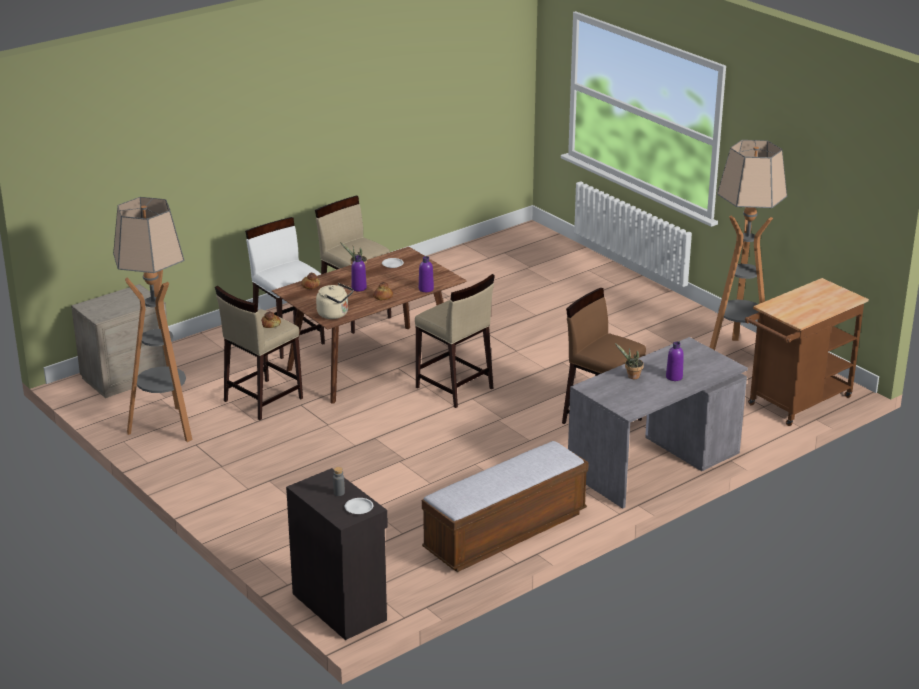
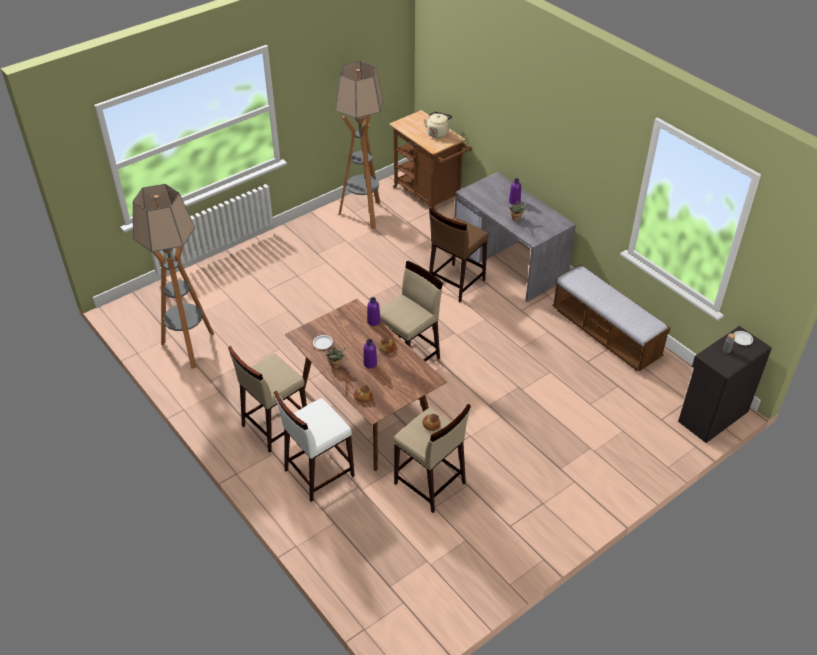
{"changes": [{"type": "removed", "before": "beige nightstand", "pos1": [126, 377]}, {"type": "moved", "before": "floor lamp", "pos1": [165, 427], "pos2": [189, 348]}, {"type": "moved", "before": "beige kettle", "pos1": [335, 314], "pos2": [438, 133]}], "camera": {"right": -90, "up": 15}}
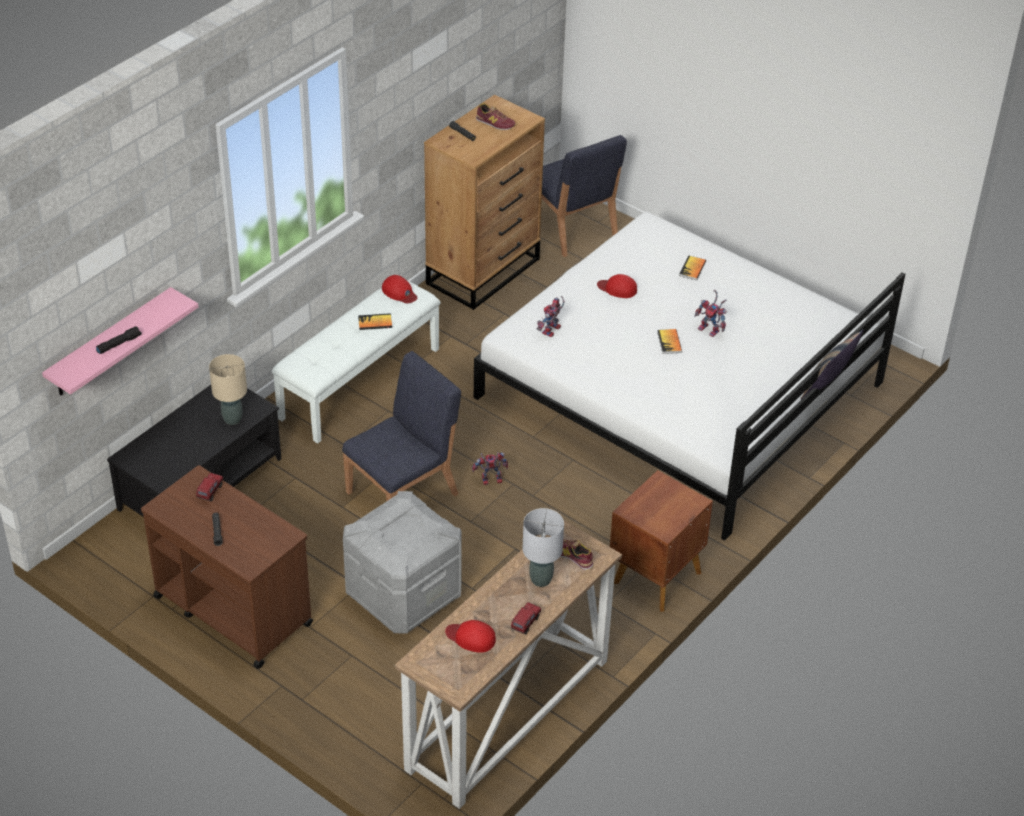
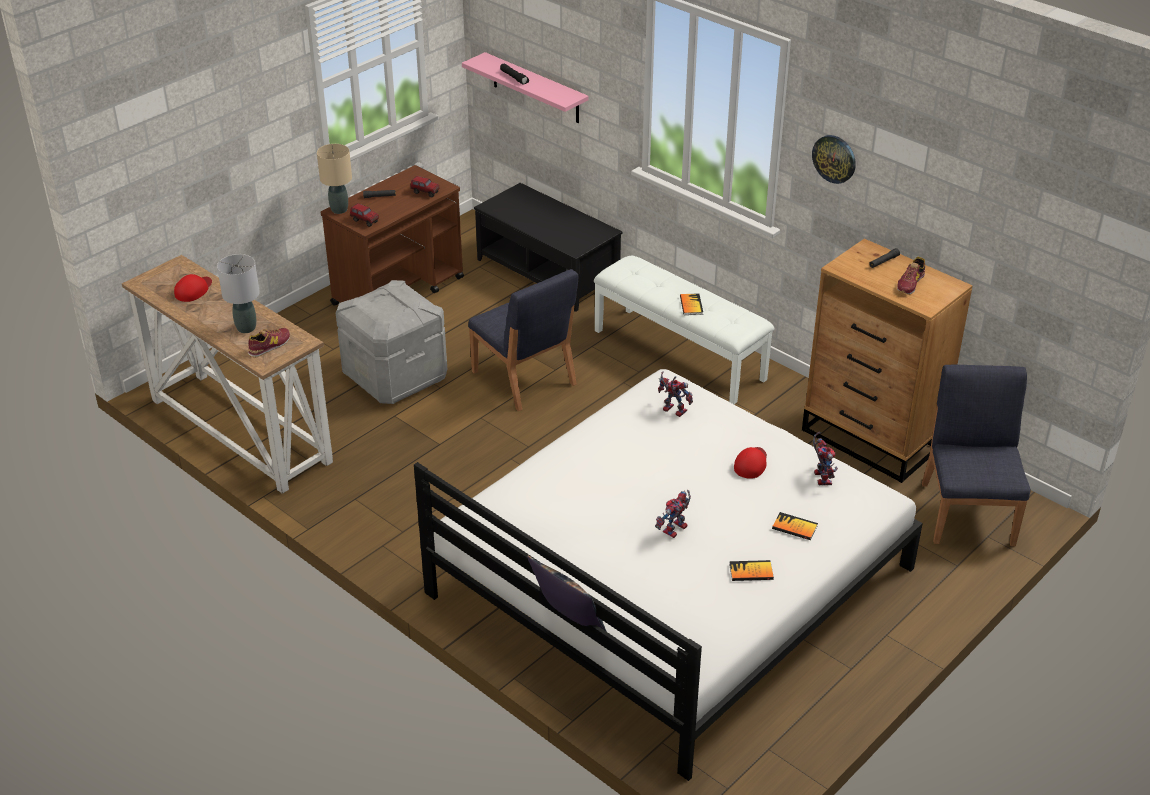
{"changes": [{"type": "removed", "before": "red cap", "pos1": [399, 292]}, {"type": "removed", "before": "brown nightstand", "pos1": [655, 577]}, {"type": "added", "after": "wall clock", "pos2": [834, 158]}, {"type": "moved", "before": "beige table lamp", "pos1": [232, 419], "pos2": [339, 209]}, {"type": "moved", "before": "toy robot", "pos1": [490, 481], "pos2": [820, 476]}, {"type": "moved", "before": "toy truck", "pos1": [525, 624], "pos2": [365, 221]}, {"type": "moved", "before": "book", "pos1": [669, 342], "pos2": [751, 572]}, {"type": "turned", "before": "blue chair", "pos1": [571, 228], "pos2": [968, 512], "turn": 120}], "camera": {"right": 95, "up": -5}}
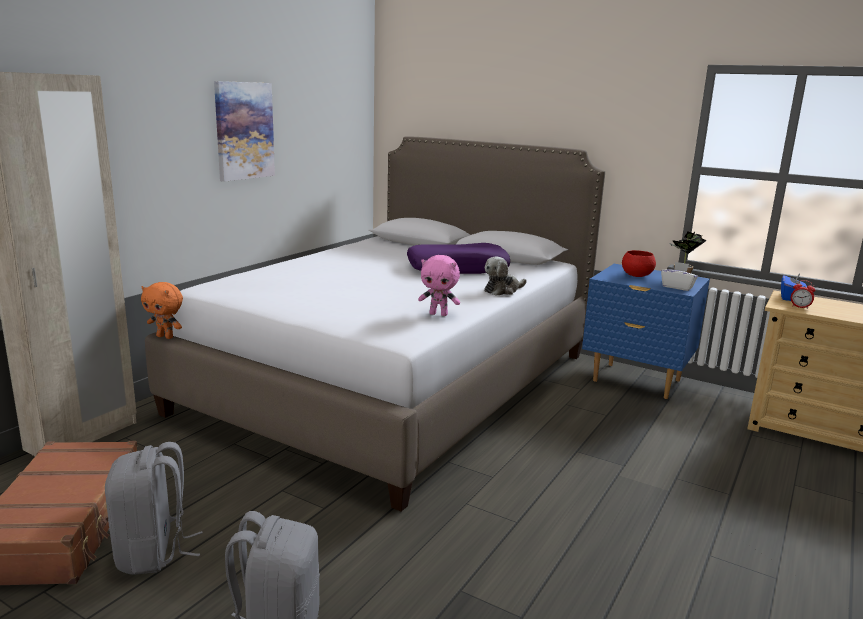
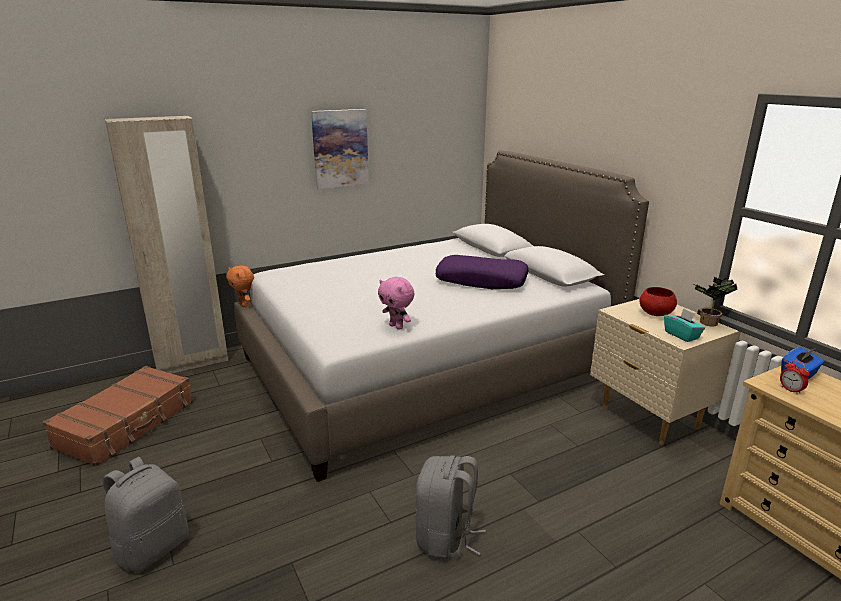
{"changes": [{"type": "removed", "before": "plush toy", "pos1": [502, 290]}, {"type": "moved", "before": "grey backpack", "pos1": [153, 552], "pos2": [446, 537]}, {"type": "recoloured", "before": "blue nightstand", "after": "beige nightstand", "pos1": [636, 381], "pos2": [648, 417]}, {"type": "recoloured", "before": "white tissue box", "after": "turquoise tissue box", "pos1": [677, 287], "pos2": [682, 335]}], "camera": {"right": 30, "up": 5}}
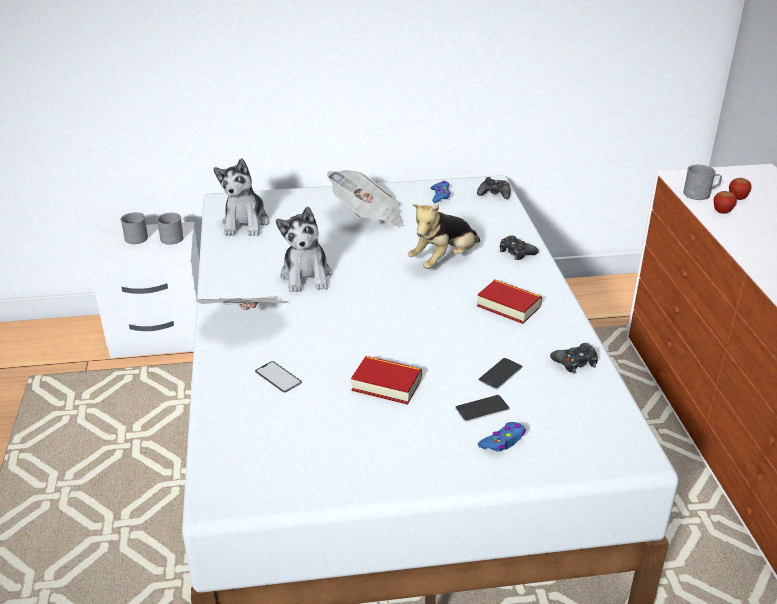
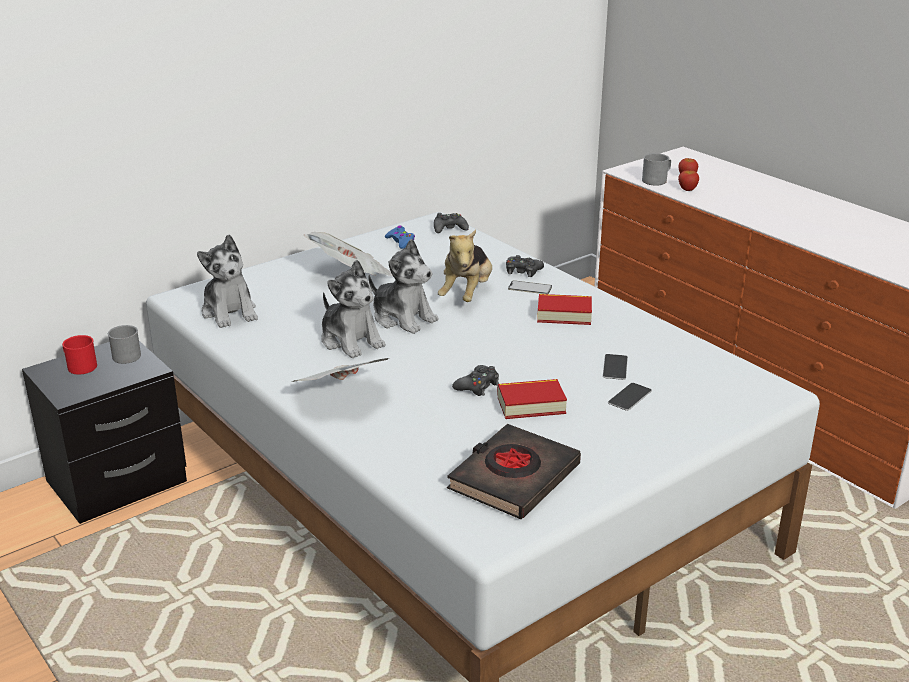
{"changes": [{"type": "removed", "before": "blue game controller", "pos1": [503, 441]}, {"type": "added", "after": "plush toy", "pos2": [403, 318]}, {"type": "added", "after": "black book", "pos2": [513, 478]}, {"type": "moved", "before": "phone", "pos1": [278, 377], "pos2": [530, 288]}, {"type": "moved", "before": "black game controller", "pos1": [575, 362], "pos2": [477, 386]}, {"type": "recoloured", "before": "white nightstand", "after": "black nightstand", "pos1": [159, 335], "pos2": [118, 483]}, {"type": "recoloured", "before": "grey mug", "after": "red mug", "pos1": [135, 236], "pos2": [79, 366]}], "camera": {"right": -30, "up": -5}}
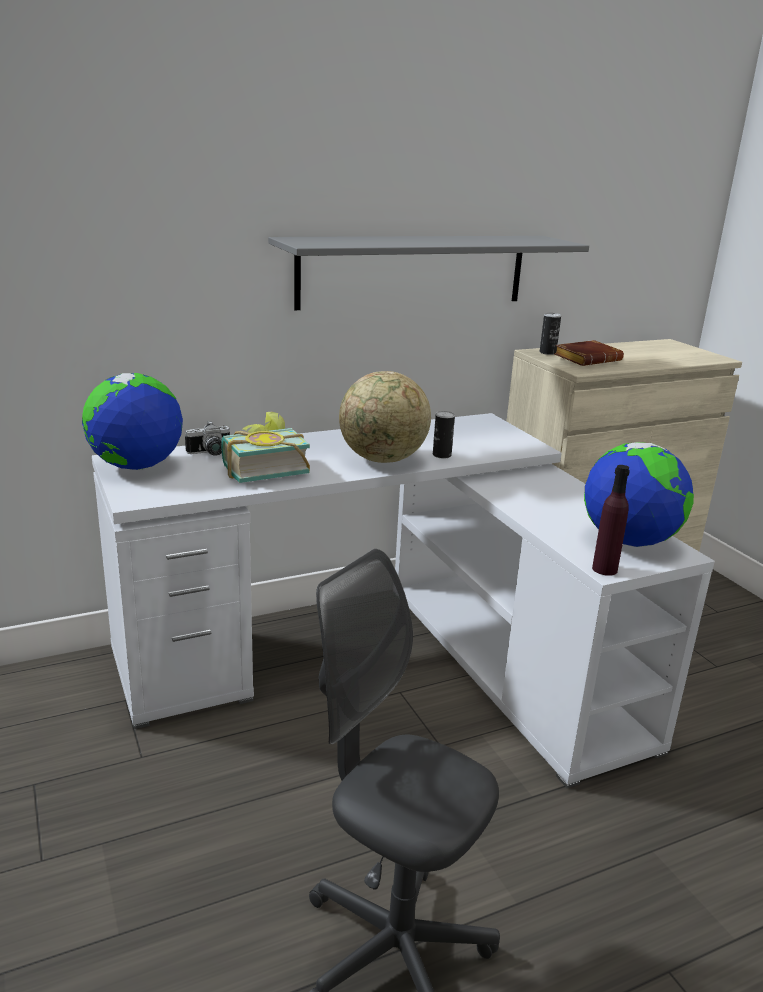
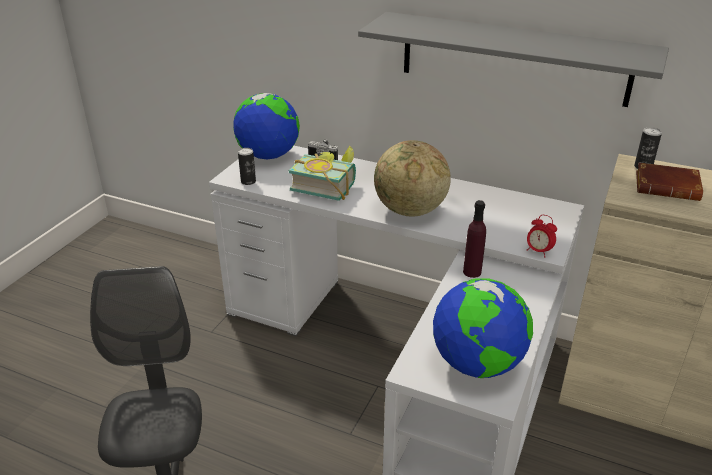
{"changes": [{"type": "added", "after": "alarm clock", "pos2": [538, 251]}, {"type": "moved", "before": "can", "pos1": [442, 455], "pos2": [248, 181]}, {"type": "moved", "before": "purple bottle", "pos1": [604, 569], "pos2": [472, 272]}], "camera": {"right": 50, "up": 10}}
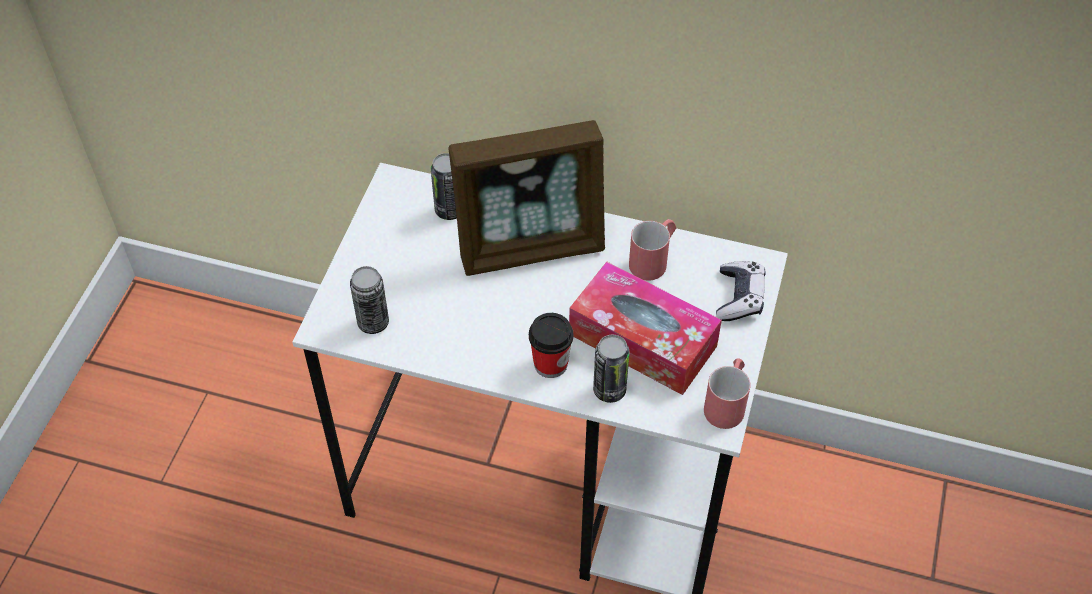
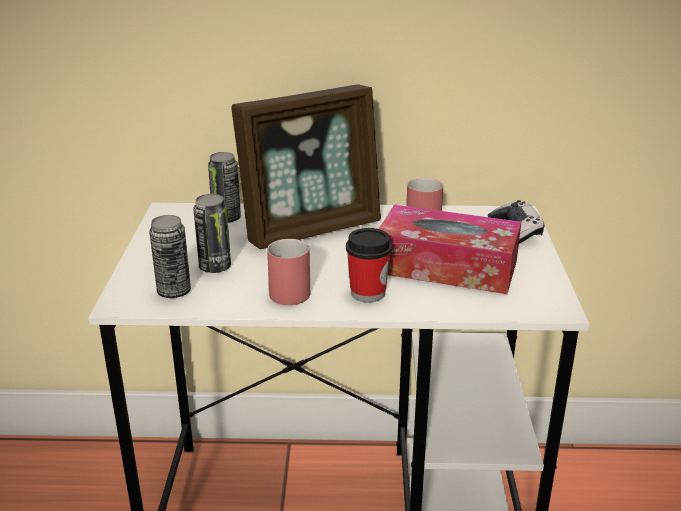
{"changes": [{"type": "moved", "before": "can", "pos1": [609, 390], "pos2": [215, 267]}, {"type": "moved", "before": "red mug", "pos1": [727, 402], "pos2": [291, 289]}], "camera": {"right": -15, "up": -25}}
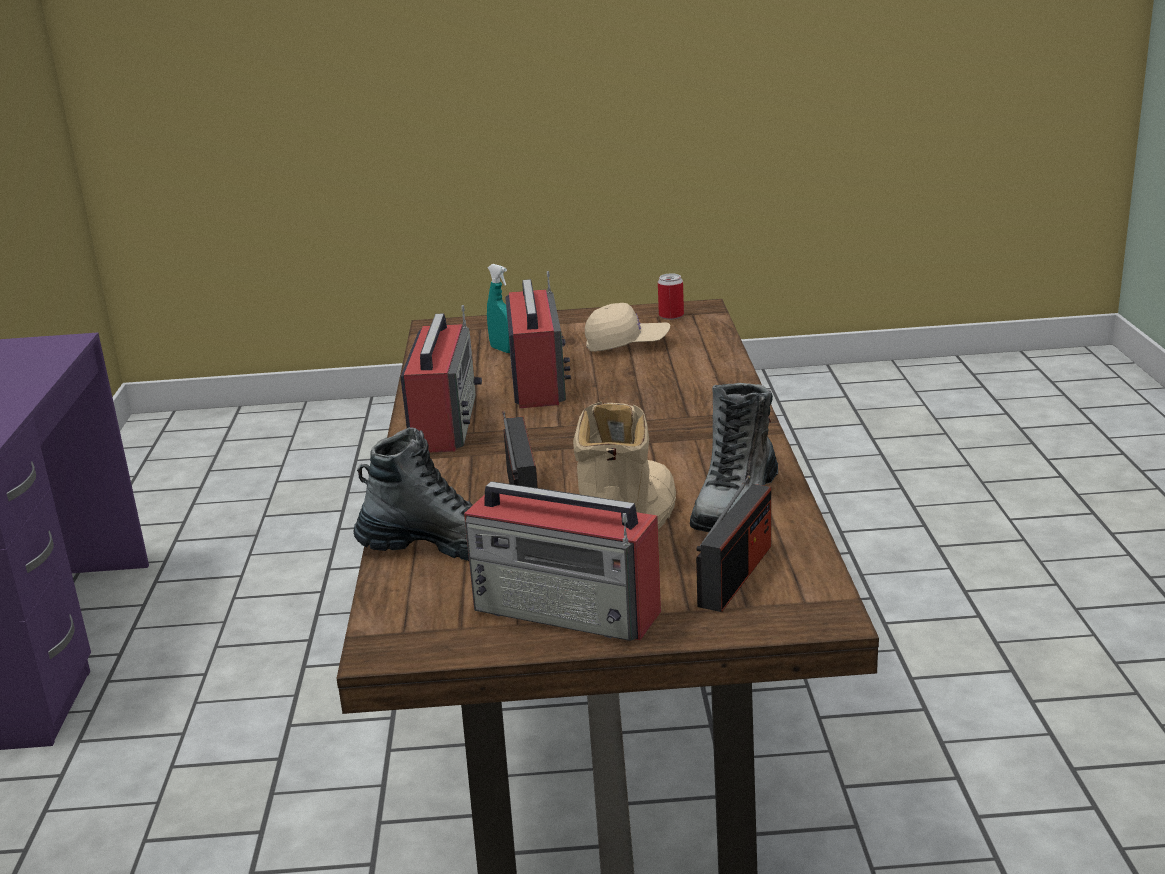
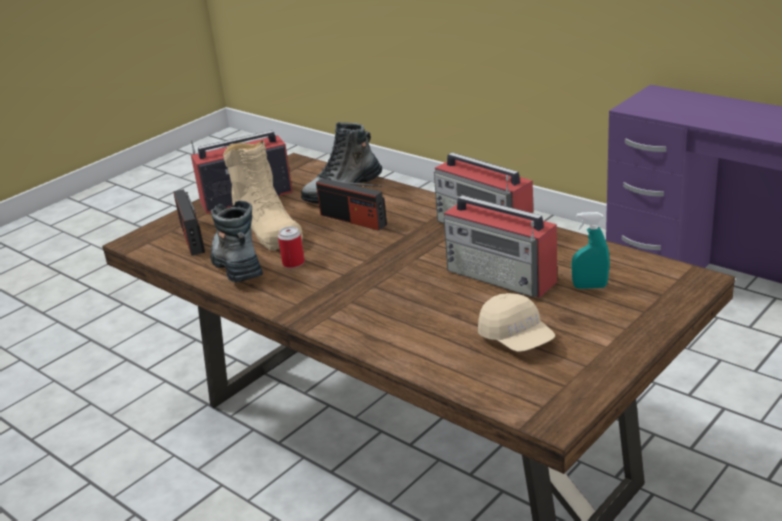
{"changes": [{"type": "moved", "before": "can", "pos1": [671, 316], "pos2": [293, 263]}, {"type": "turned", "before": "beige cap", "pos1": [627, 344], "pos2": [516, 339], "turn": -75}], "camera": {"right": 135, "up": 5}}
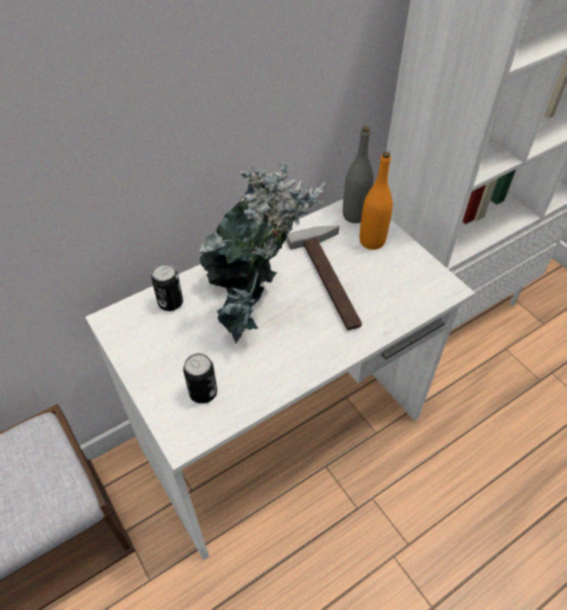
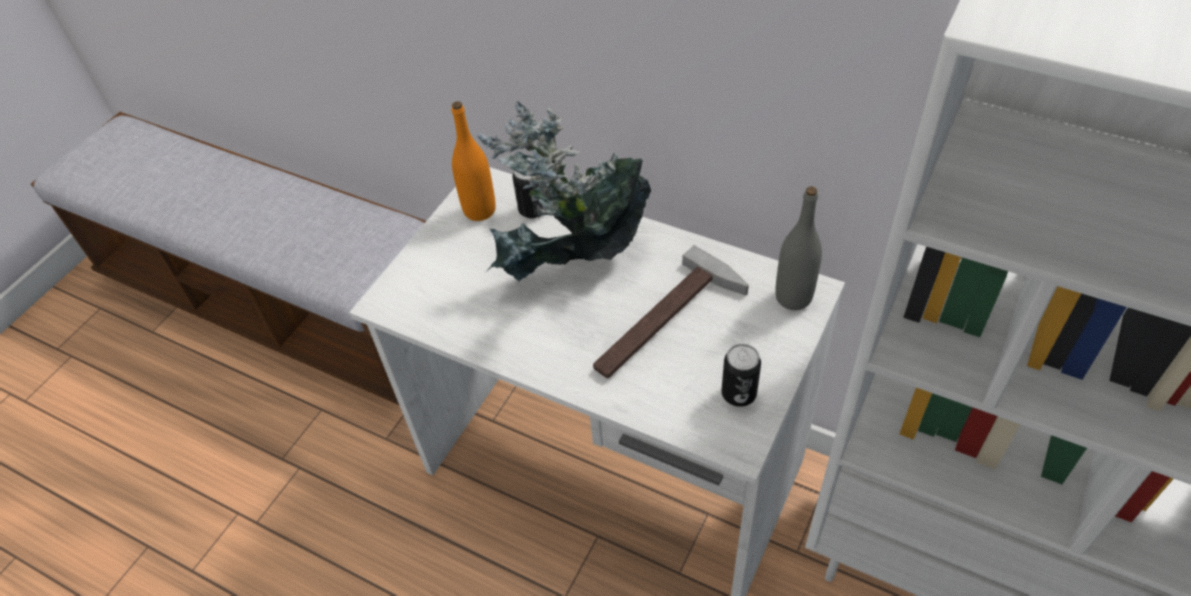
{"changes": [{"type": "moved", "before": "can", "pos1": [203, 392], "pos2": [739, 394]}, {"type": "moved", "before": "orange bottle", "pos1": [372, 241], "pos2": [479, 210]}], "camera": {"right": 65, "up": 0}}
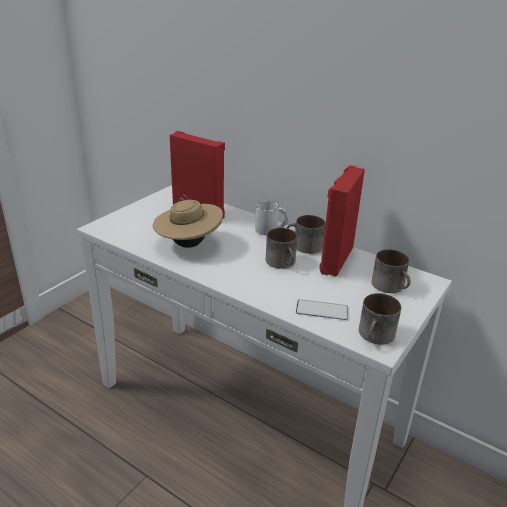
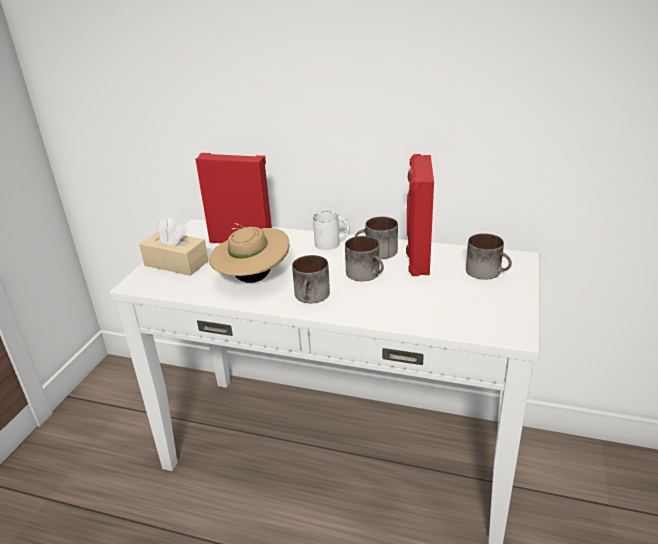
{"changes": [{"type": "removed", "before": "phone", "pos1": [321, 310]}, {"type": "added", "after": "beige tissue box", "pos2": [176, 263]}, {"type": "moved", "before": "mug", "pos1": [376, 336], "pos2": [312, 296]}], "camera": {"right": -15, "up": 0}}
